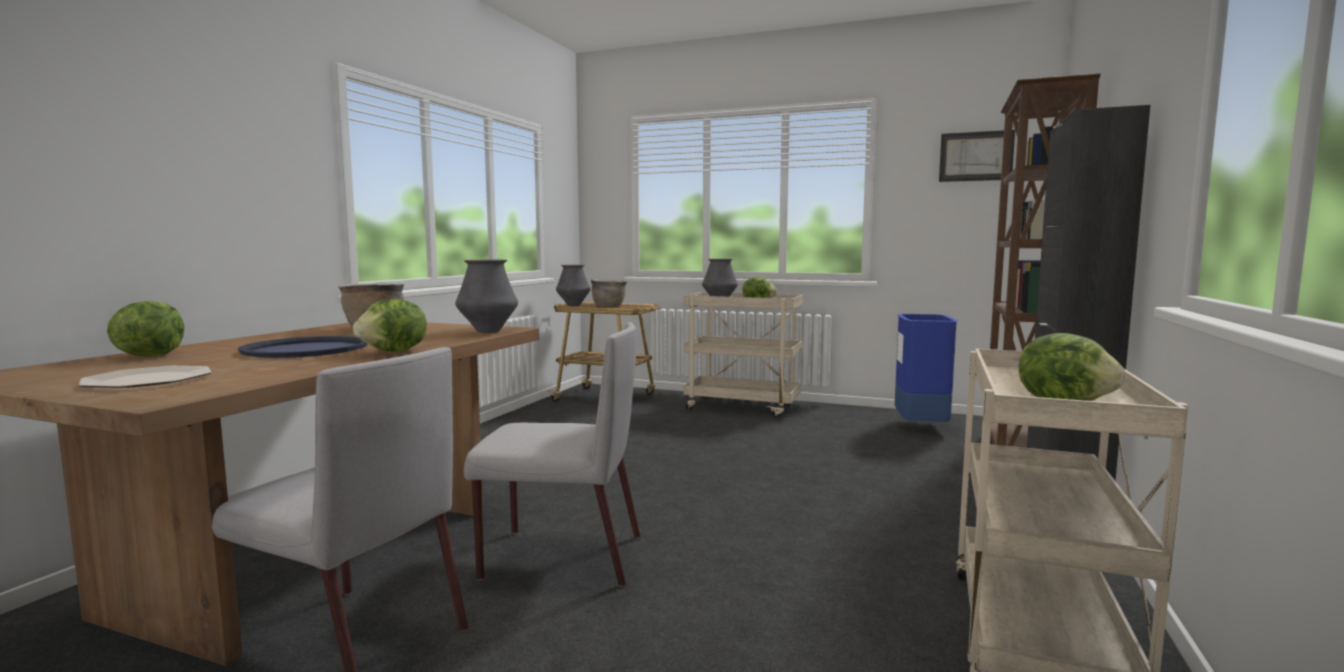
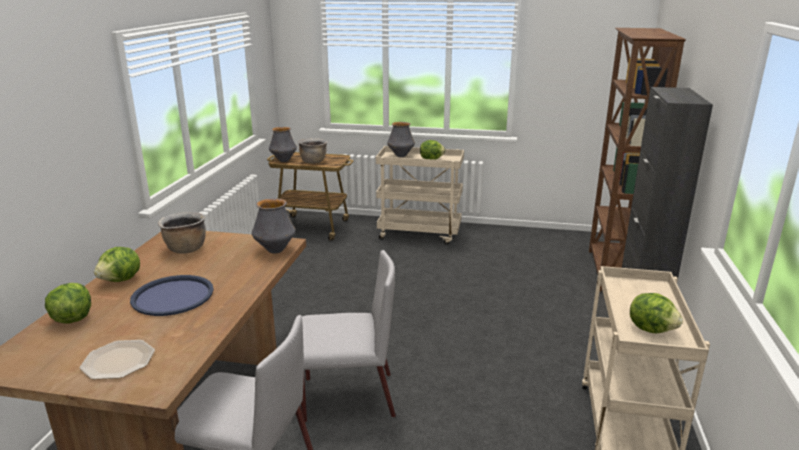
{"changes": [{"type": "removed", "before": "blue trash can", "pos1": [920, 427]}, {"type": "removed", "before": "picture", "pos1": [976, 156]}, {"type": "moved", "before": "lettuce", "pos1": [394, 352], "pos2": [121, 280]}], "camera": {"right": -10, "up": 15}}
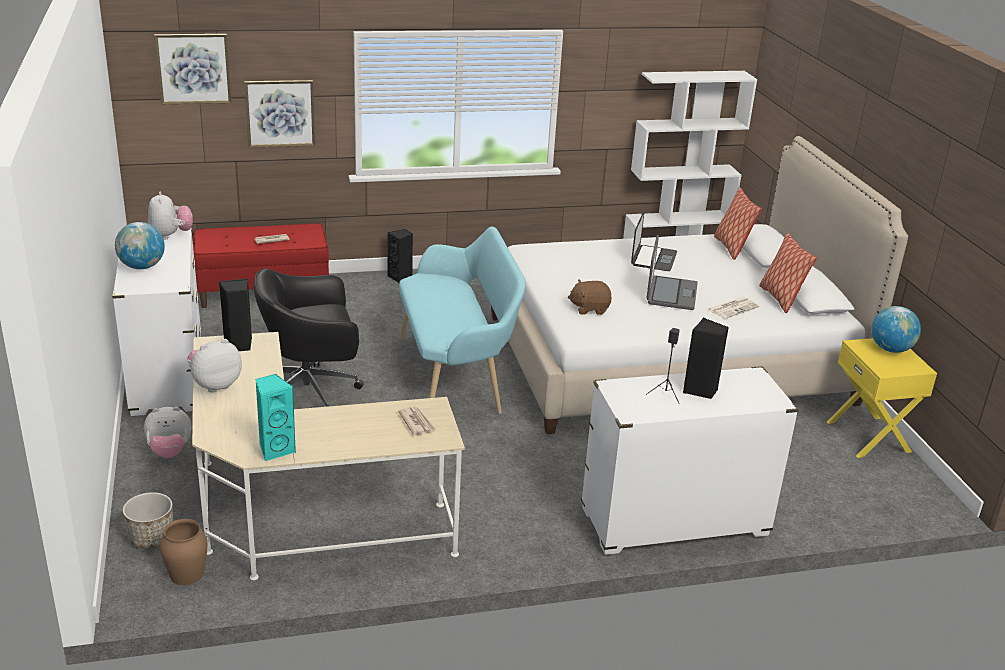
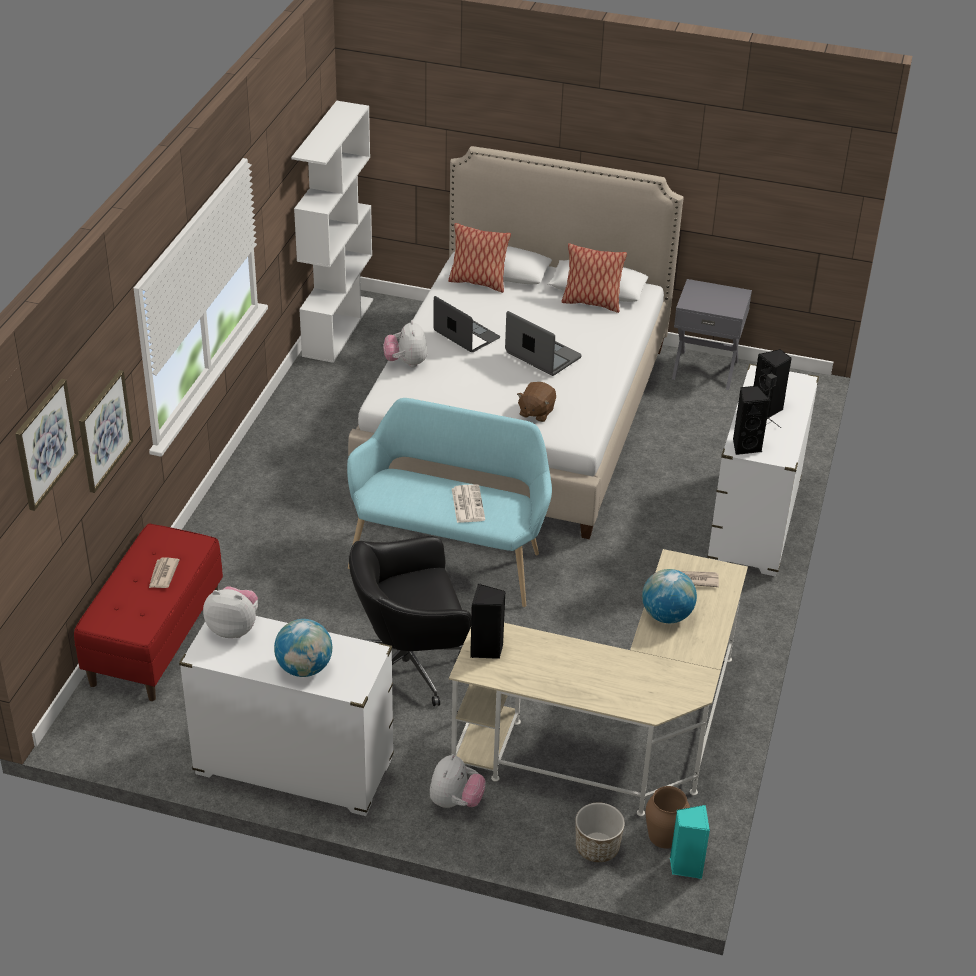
{"changes": [{"type": "moved", "before": "plush toy", "pos1": [215, 385], "pos2": [406, 363]}, {"type": "moved", "before": "turquoise speaker", "pos1": [275, 449], "pos2": [685, 866]}, {"type": "moved", "before": "black speaker", "pos1": [400, 278], "pos2": [745, 446]}, {"type": "moved", "before": "newspaper", "pos1": [733, 308], "pos2": [467, 504]}, {"type": "moved", "before": "globe", "pos1": [890, 349], "pos2": [666, 615]}, {"type": "recoloured", "before": "yellow nightstand", "after": "grey nightstand", "pos1": [869, 436], "pos2": [705, 369]}, {"type": "turned", "before": "black office chair", "pos1": [311, 392], "pos2": [410, 666], "turn": 60}], "camera": {"right": -60, "up": 10}}
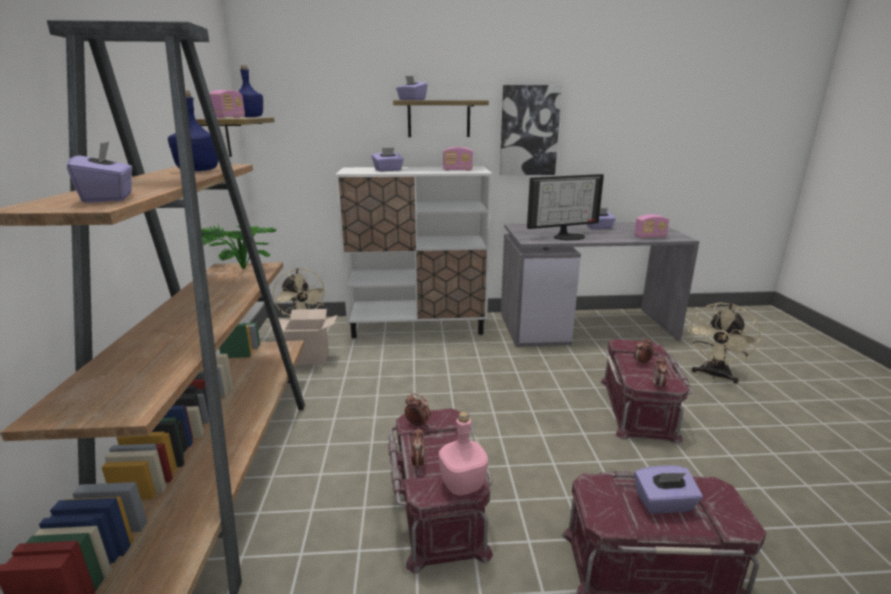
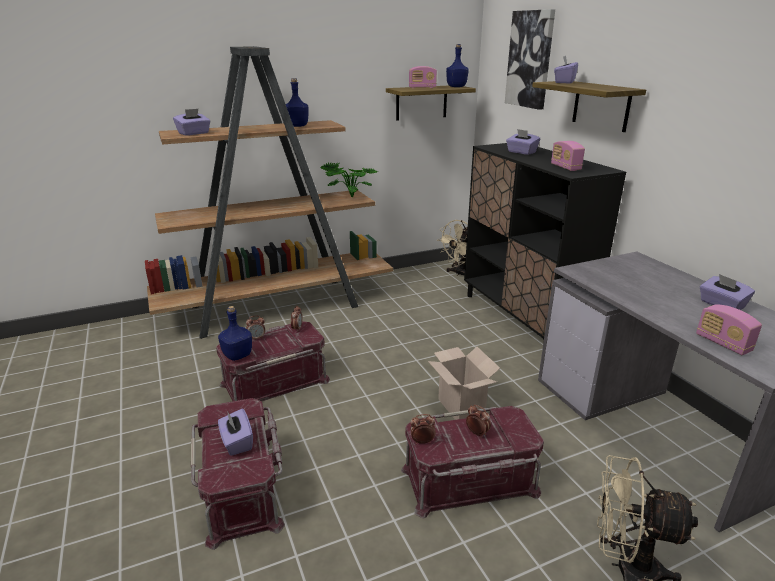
{"changes": [{"type": "removed", "before": "monitor", "pos1": [568, 236]}, {"type": "moved", "before": "cardboard box", "pos1": [307, 359], "pos2": [459, 407]}, {"type": "moved", "before": "picture", "pos1": [529, 131], "pos2": [530, 59]}, {"type": "recoloured", "before": "white cabinet", "after": "black cabinet", "pos1": [418, 326], "pos2": [522, 318]}, {"type": "recoloured", "before": "pink bottle", "after": "blue bottle", "pos1": [463, 484], "pos2": [238, 355]}], "camera": {"right": 70, "up": 5}}
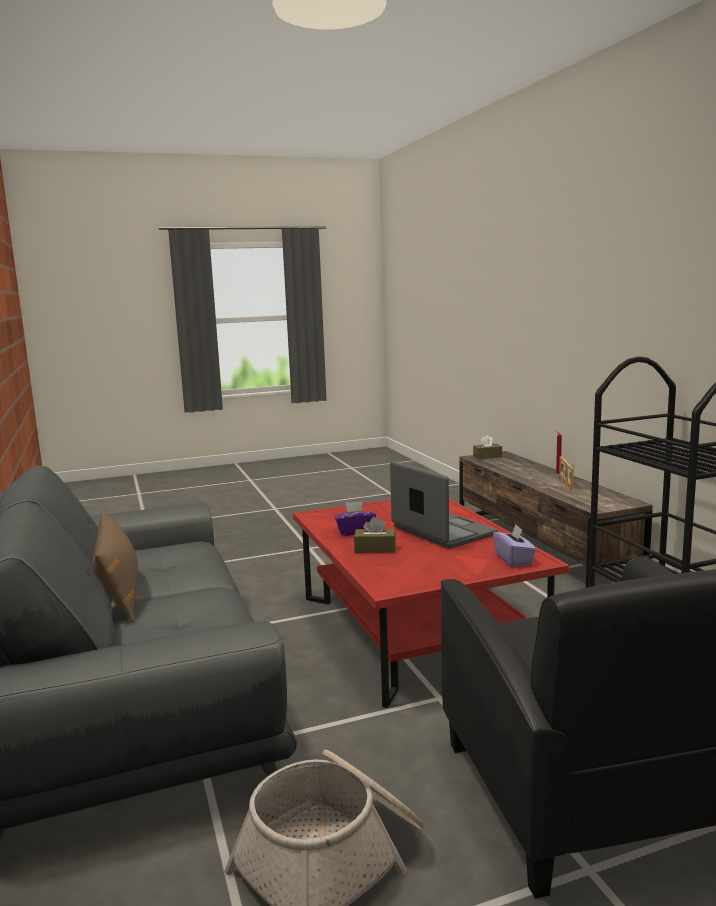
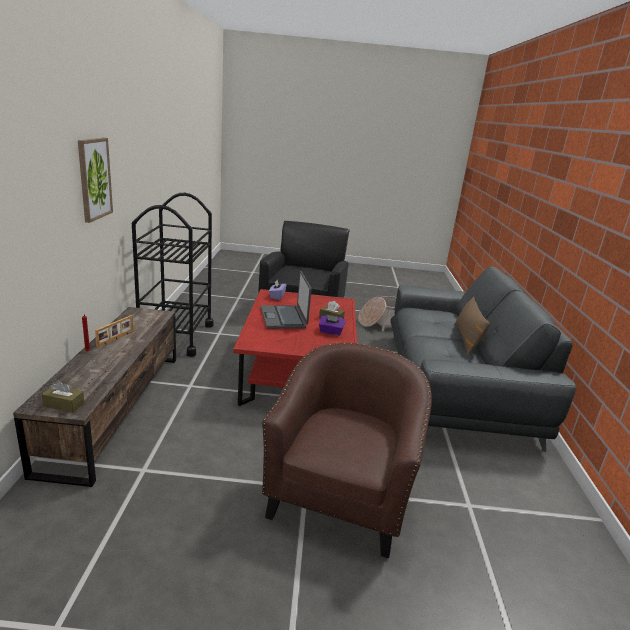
{"changes": [{"type": "added", "after": "picture", "pos2": [94, 179]}, {"type": "added", "after": "brown armchair", "pos2": [341, 497]}], "camera": {"right": -160, "up": 10}}
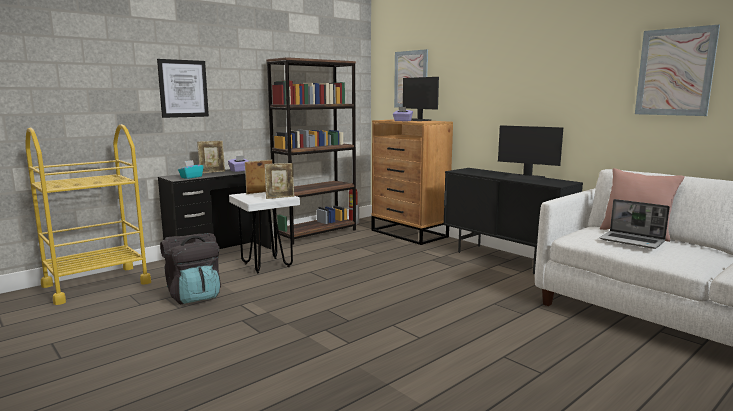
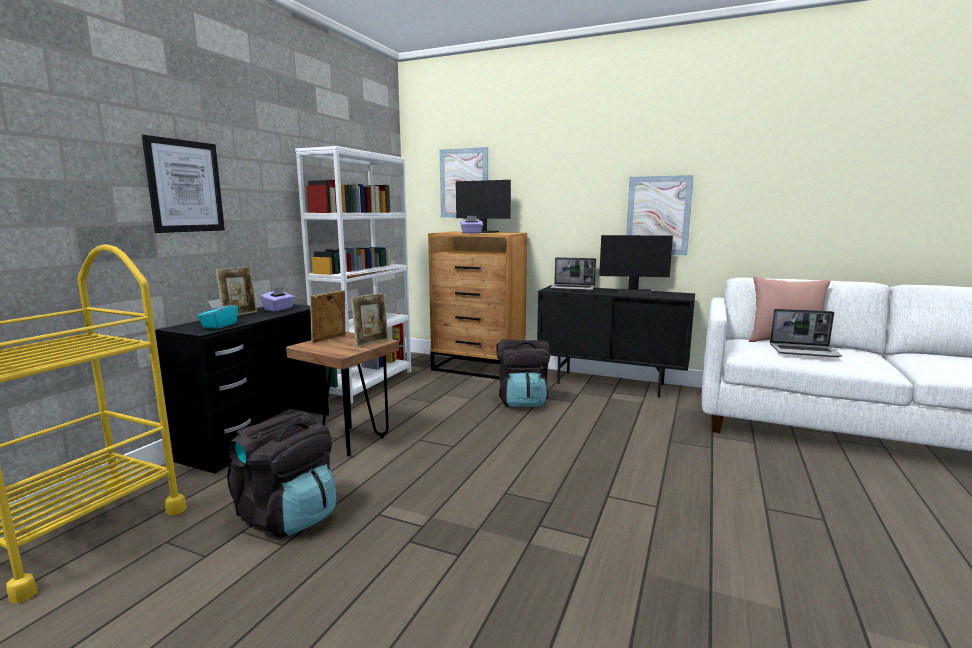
{"changes": [{"type": "added", "after": "black backpack", "pos2": [522, 401]}, {"type": "added", "after": "laptop", "pos2": [573, 288]}, {"type": "moved", "before": "picture", "pos1": [675, 72], "pos2": [658, 215]}, {"type": "recoloured", "before": "white stool", "after": "brown stool", "pos1": [266, 265], "pos2": [349, 441]}, {"type": "recoloured", "before": "brown bookcase", "after": "white bookcase", "pos1": [316, 233], "pos2": [366, 383]}], "camera": {"right": -25, "up": 0}}
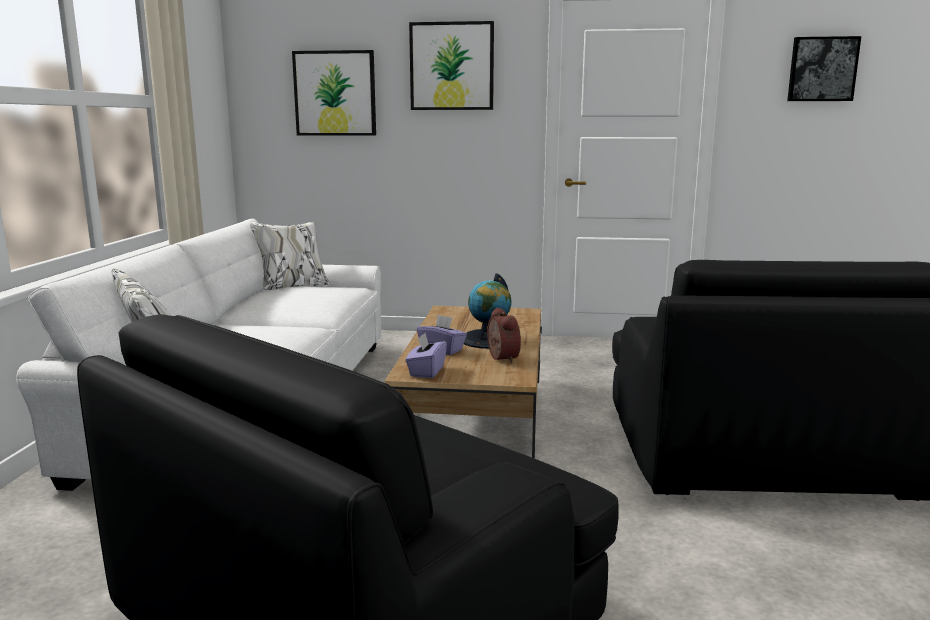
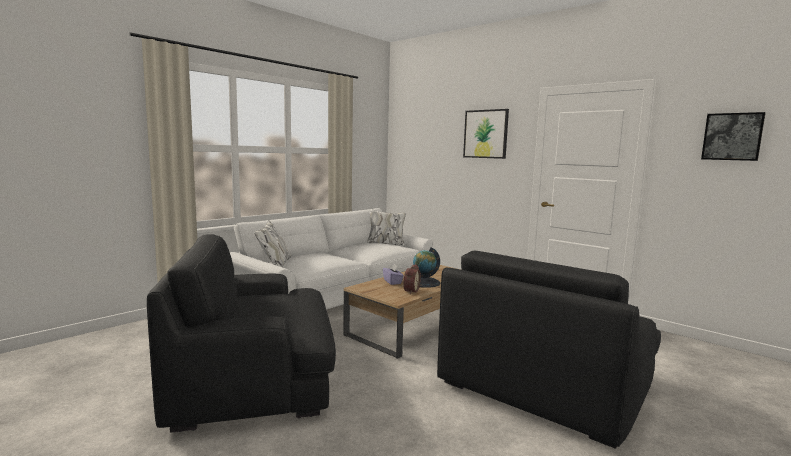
{"changes": [{"type": "removed", "before": "picture", "pos1": [335, 93]}, {"type": "removed", "before": "purple tissue box", "pos1": [426, 371]}], "camera": {"right": 35, "up": -5}}
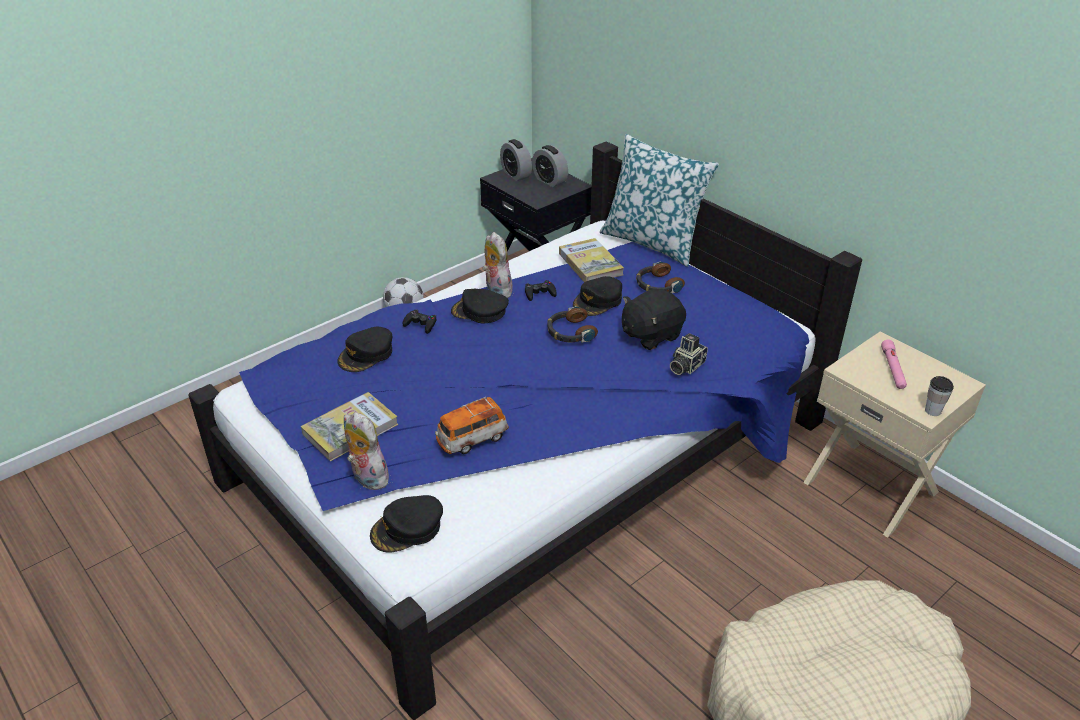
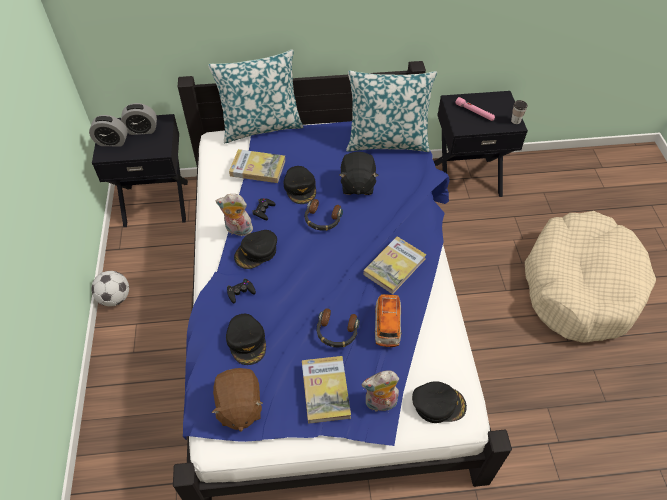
{"changes": [{"type": "removed", "before": "photo camera", "pos1": [685, 366]}, {"type": "added", "after": "brown plush toy", "pos2": [239, 406]}, {"type": "added", "after": "pillow", "pos2": [387, 141]}, {"type": "added", "after": "book", "pos2": [394, 266]}, {"type": "moved", "before": "headphones", "pos1": [657, 285], "pos2": [336, 332]}, {"type": "recoloured", "before": "beige nightstand", "after": "black nightstand", "pos1": [871, 486], "pos2": [466, 178]}, {"type": "turned", "before": "black cap", "pos1": [407, 529], "pos2": [438, 404], "turn": -90}], "camera": {"right": -55, "up": 15}}
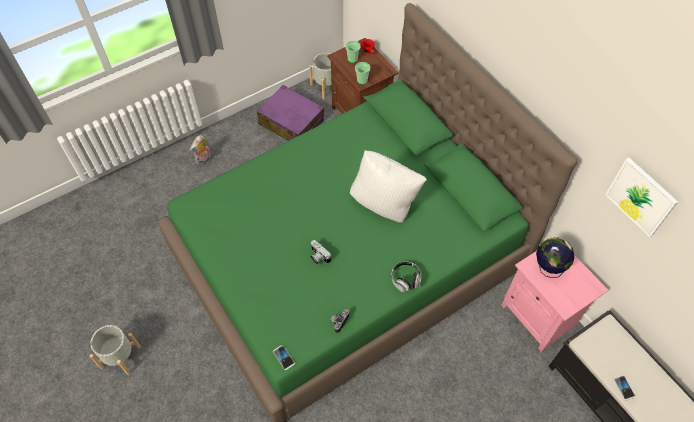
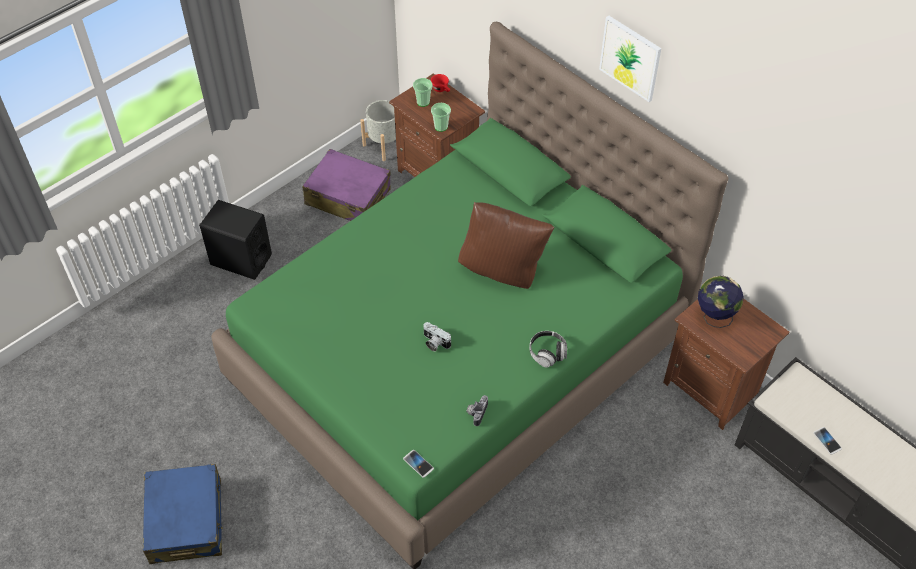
{"changes": [{"type": "moved", "before": "picture", "pos1": [640, 197], "pos2": [630, 58]}, {"type": "replaced", "before": "grey planter", "after": "blue suitcase", "pos1": [120, 357], "pos2": [186, 521]}, {"type": "replaced", "before": "plush toy", "after": "black speaker", "pos1": [204, 160], "pos2": [241, 260]}, {"type": "recoloured", "before": "white pillow", "after": "brown pillow", "pos1": [384, 204], "pos2": [503, 270]}, {"type": "recoloured", "before": "pink nightstand", "after": "brown nightstand", "pos1": [539, 315], "pos2": [712, 387]}], "camera": {"right": -10, "up": -5}}
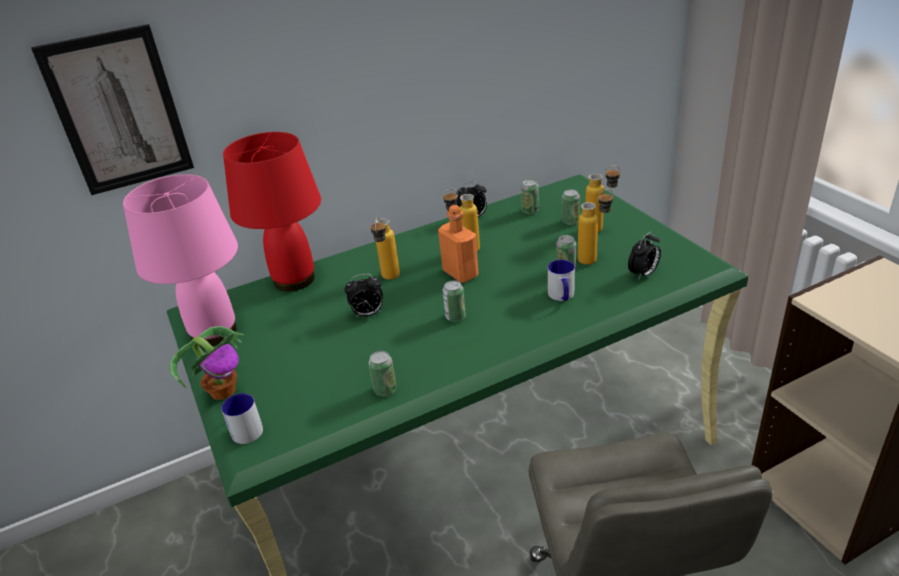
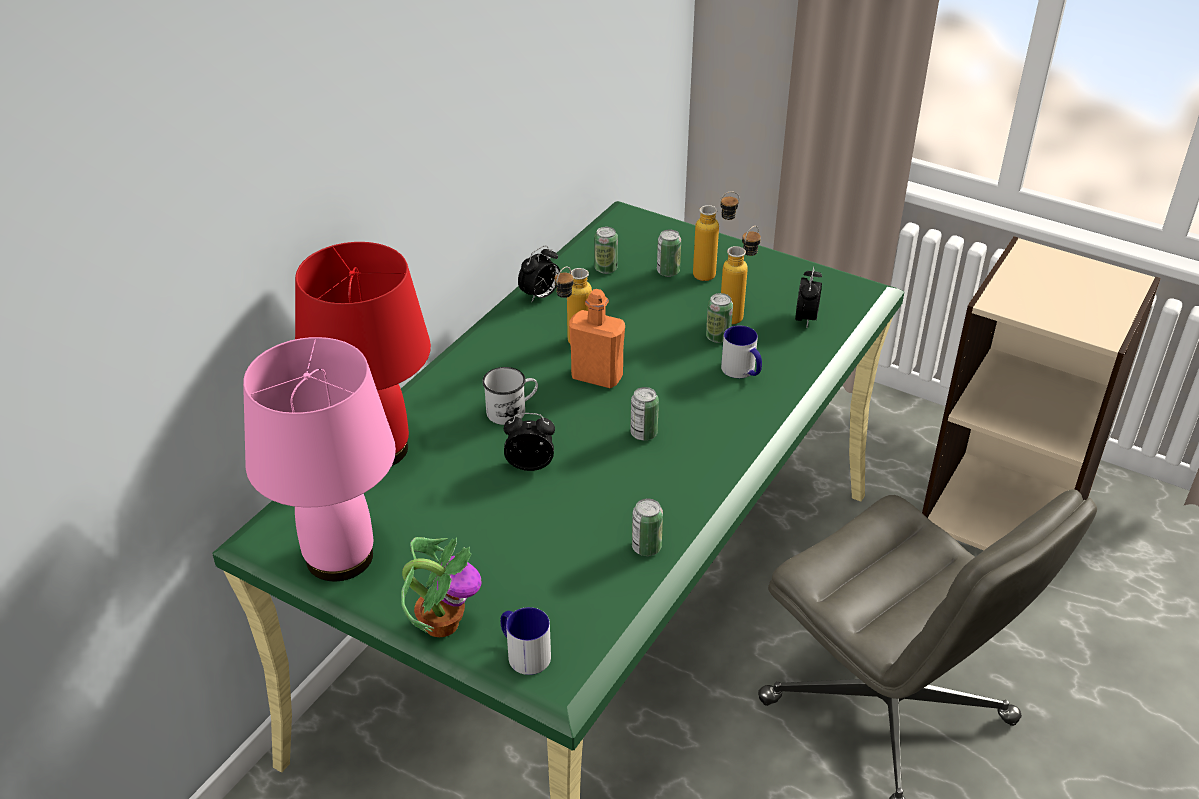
{"changes": [{"type": "removed", "before": "picture", "pos1": [118, 111]}, {"type": "replaced", "before": "bottle", "after": "white mug", "pos1": [389, 279], "pos2": [512, 411]}, {"type": "turned", "before": "alarm clock", "pos1": [368, 314], "pos2": [530, 464], "turn": -135}], "camera": {"right": -35, "up": 5}}
